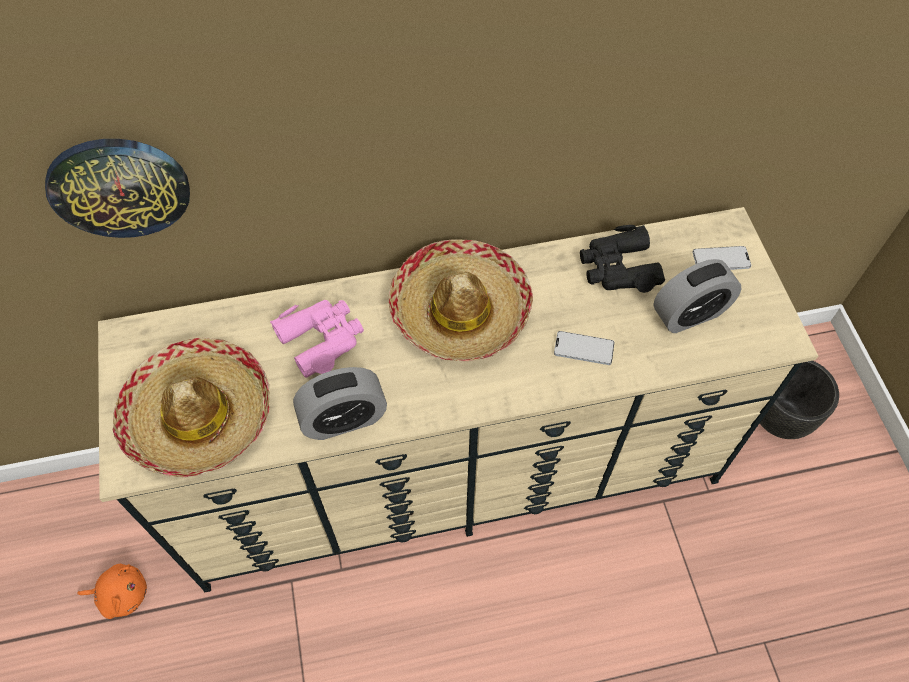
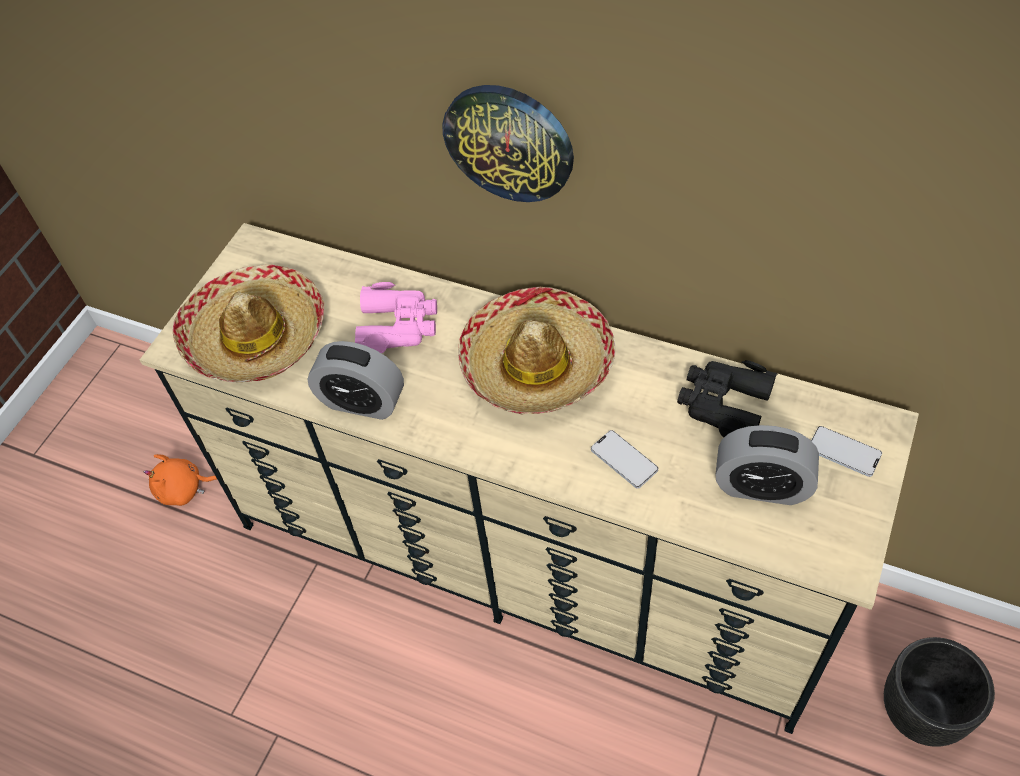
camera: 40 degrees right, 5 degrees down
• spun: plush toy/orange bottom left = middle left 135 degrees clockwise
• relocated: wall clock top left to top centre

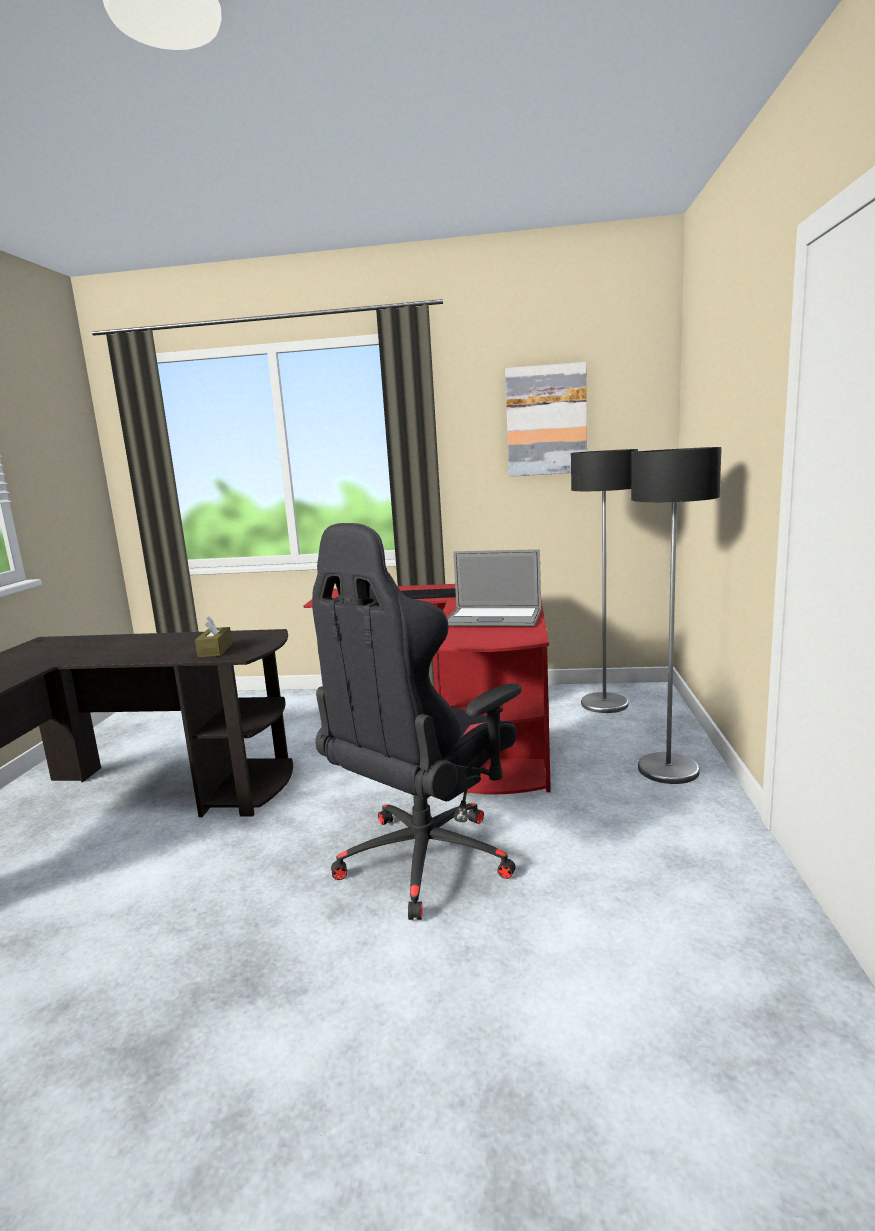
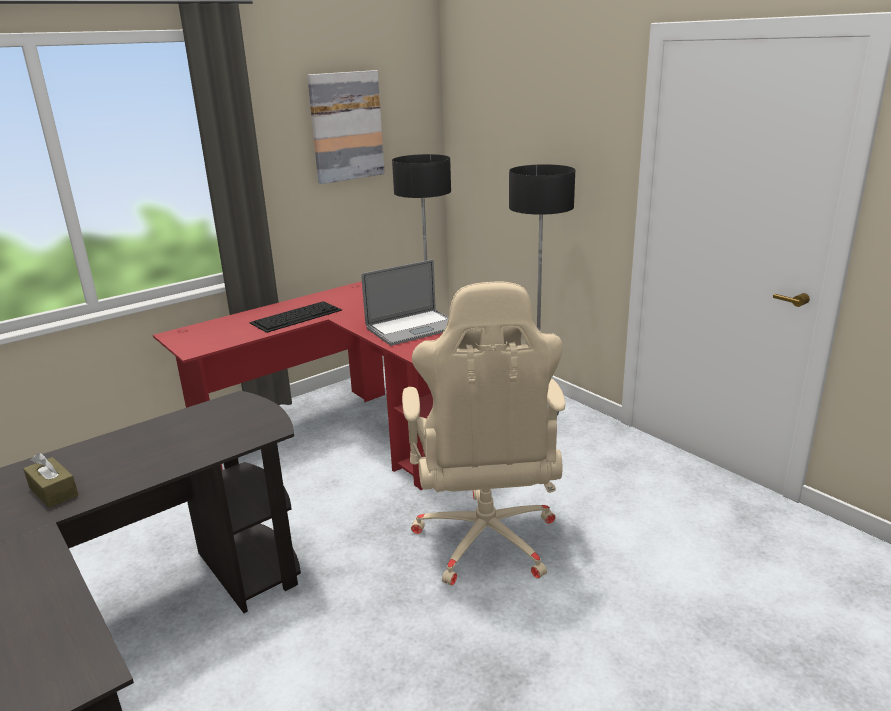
camera: 45 degrees left, 10 degrees up
• relocated: tissue box/brown middle left to bottom left
• colour: office chair/black centre to office chair/beige centre

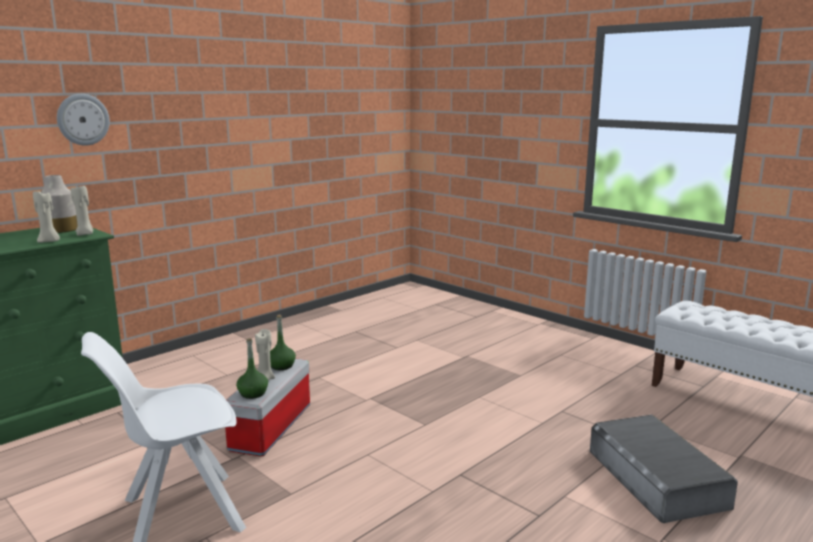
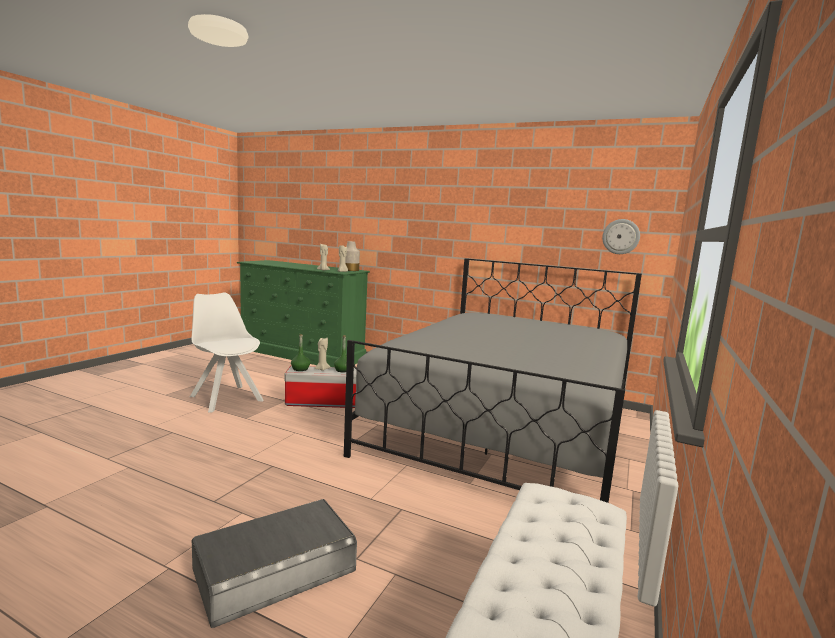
camera: 70 degrees right, 5 degrees down
• appeared: bed/grey centre
• relocated: wall clock top left to middle right

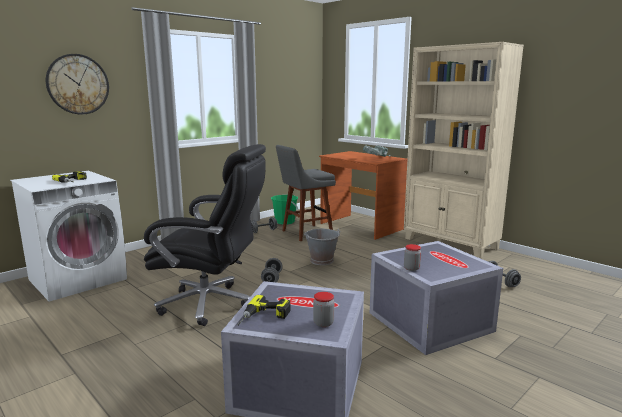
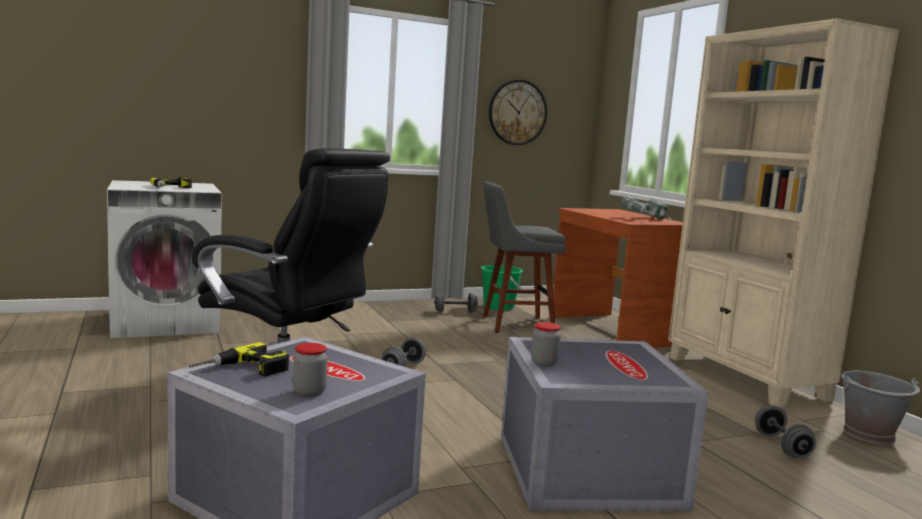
camera: 20 degrees right, 5 degrees down
• relocated: wall clock top left to top centre
• relocated: bucket/grey centre to bottom right

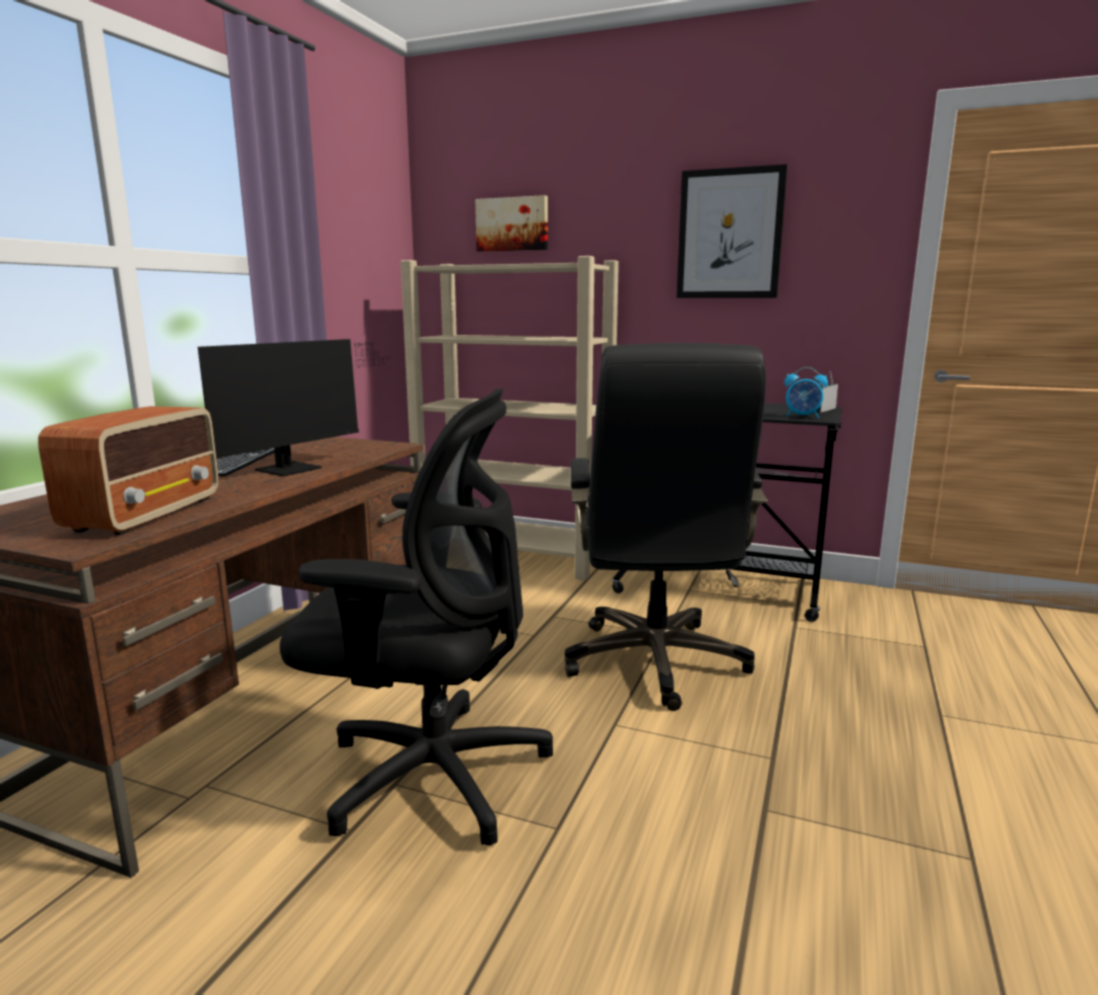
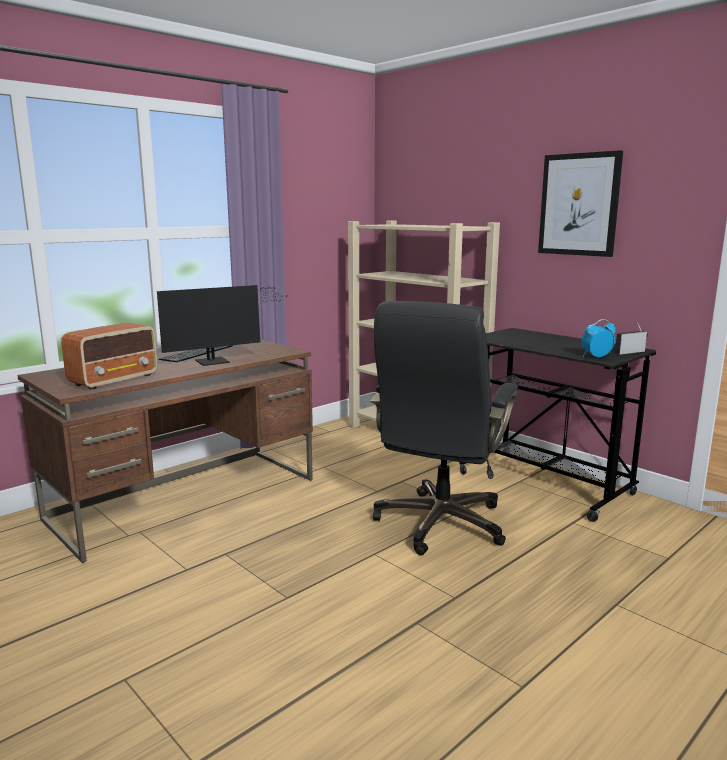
camera: 25 degrees right, 0 degrees up
• spun: alarm clock middle right = middle right 120 degrees clockwise
• missing: office chair/black (no. 1 from left) centre
• missing: picture (no. 1 from left) top centre

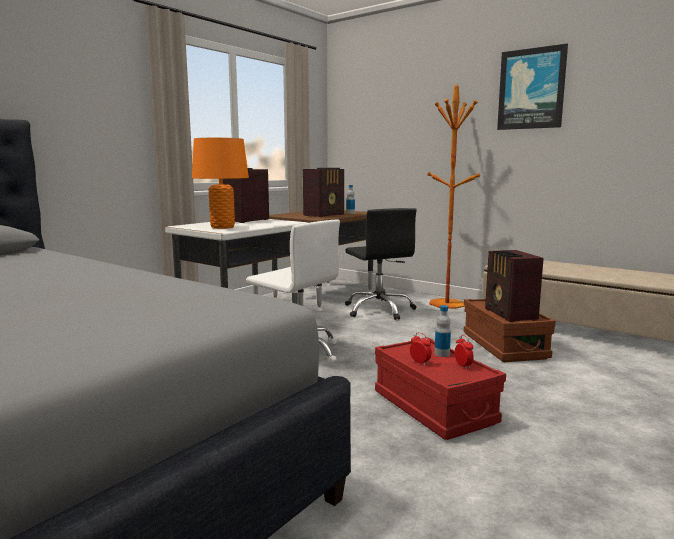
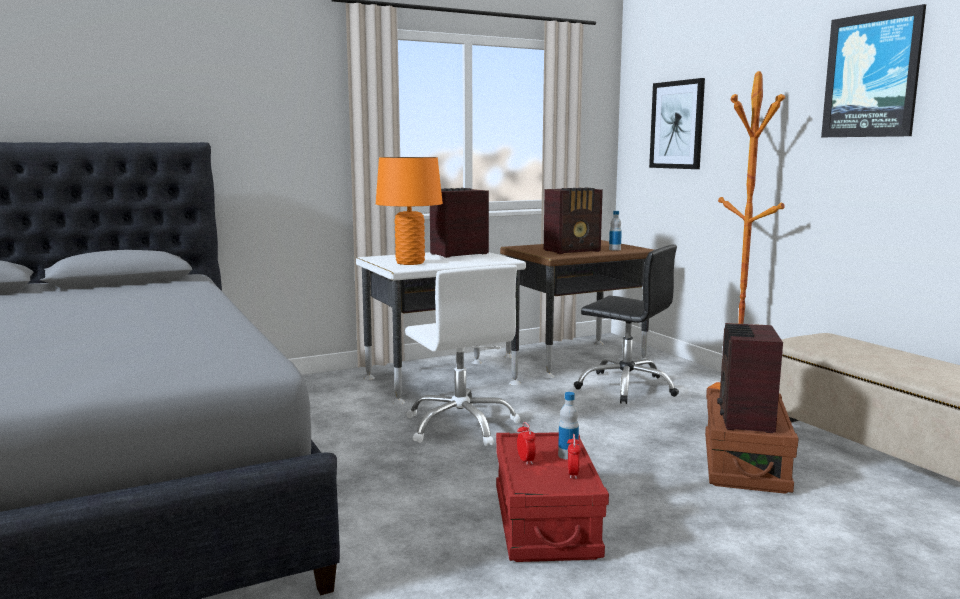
camera: 25 degrees right, 0 degrees up
• spun: office chair/black centre = centre 60 degrees counterclockwise
• appeared: picture (no. 1 from left) top right

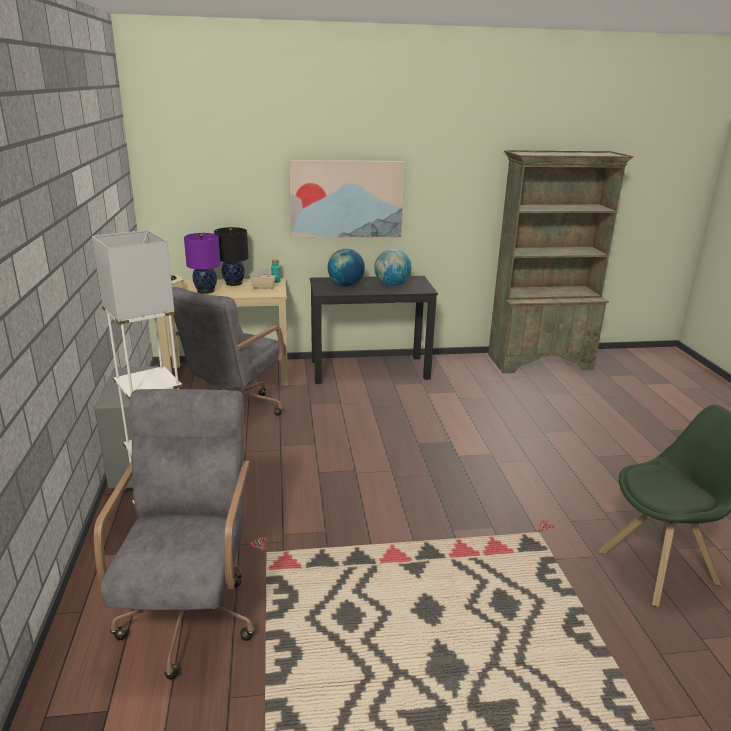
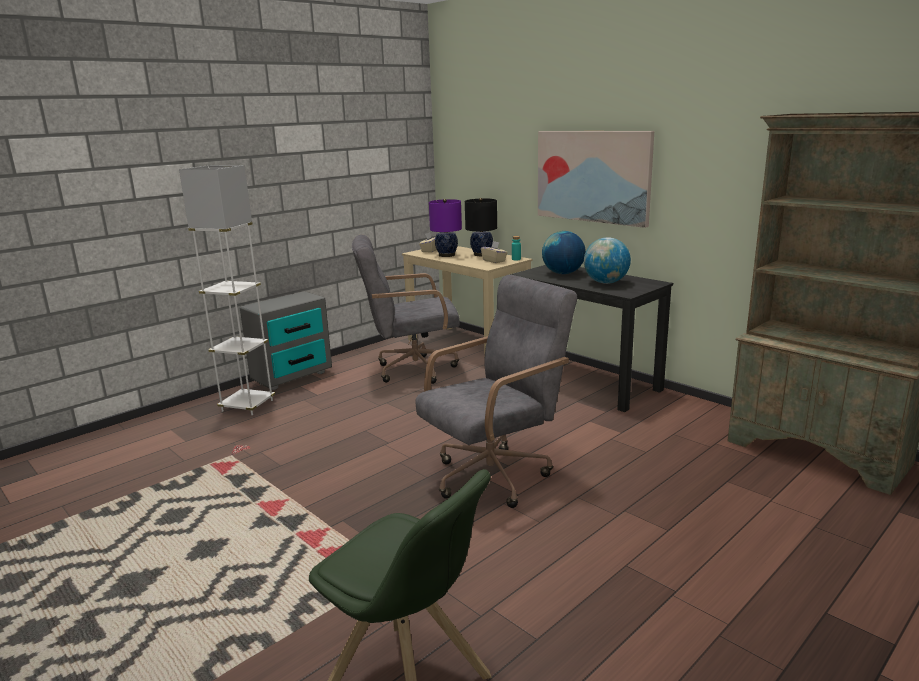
camera: 55 degrees right, 5 degrees down
• relocated: office chair/grey (no. 1 from left in the first image) bottom left to office chair/grey (no. 2 from left) centre

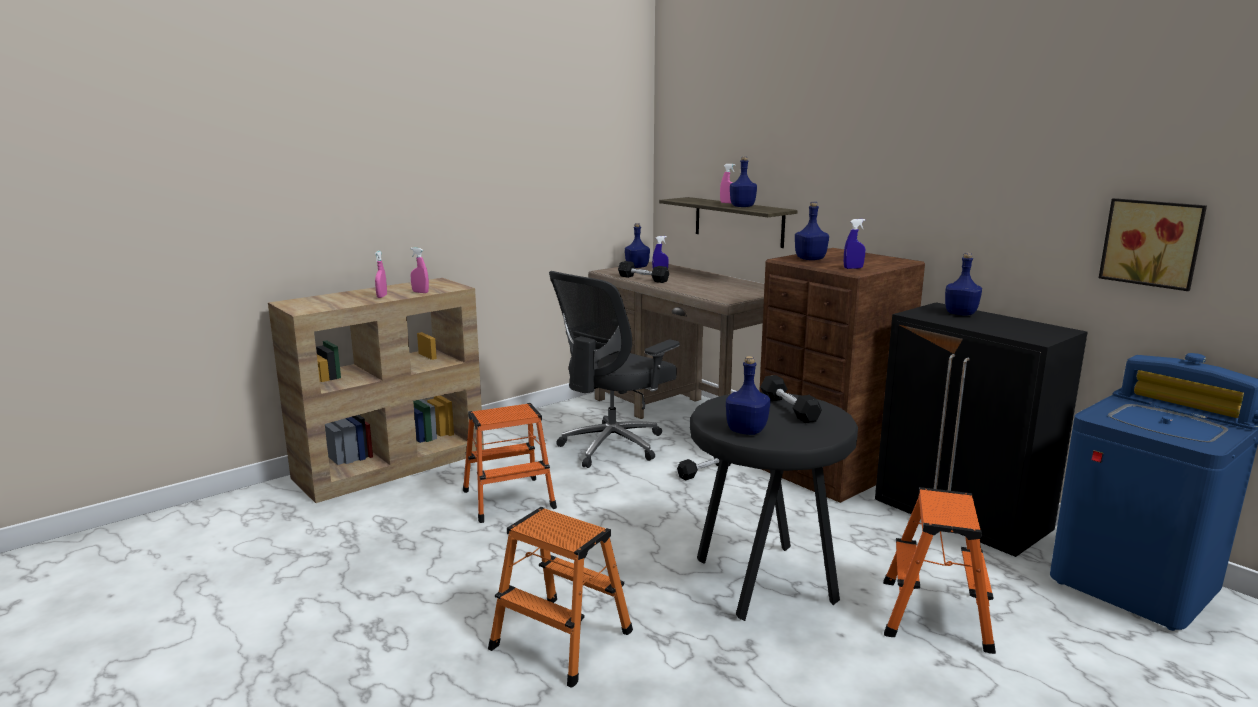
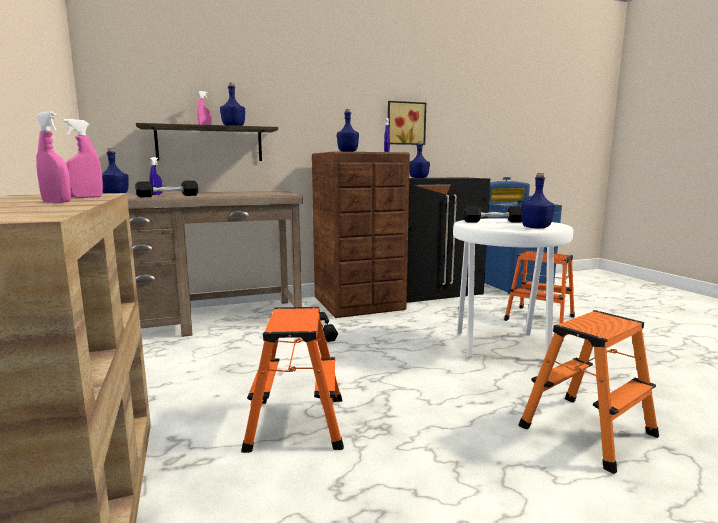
camera: 70 degrees left, 5 degrees down
• relocated: picture middle right to top centre
• colour: stool/black bottom centre to stool/white middle right
• missing: office chair centre

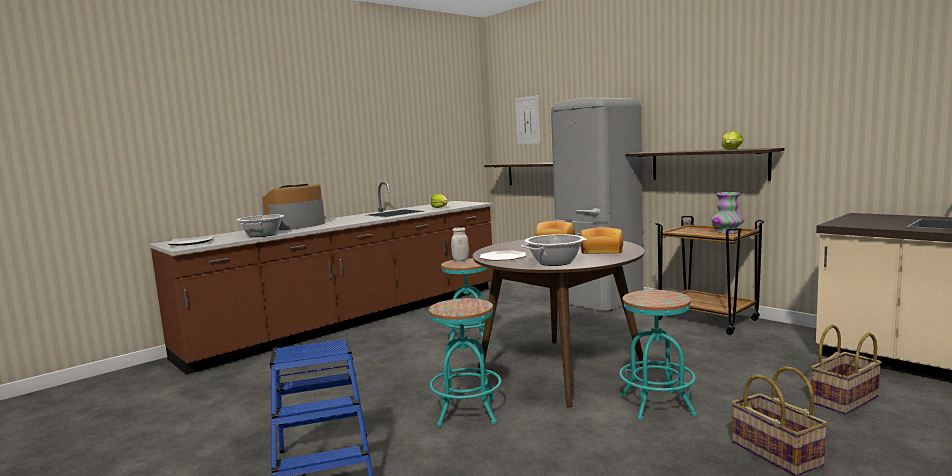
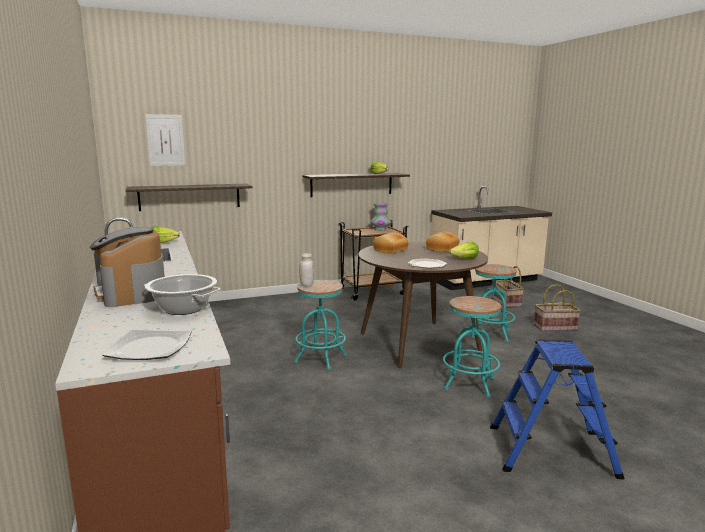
camera: 70 degrees left, 5 degrees up
• exchanged: cooking pot (no. 2 from left) centre to lettuce (no. 3 from left) centre
• missing: fridge/grey centre

